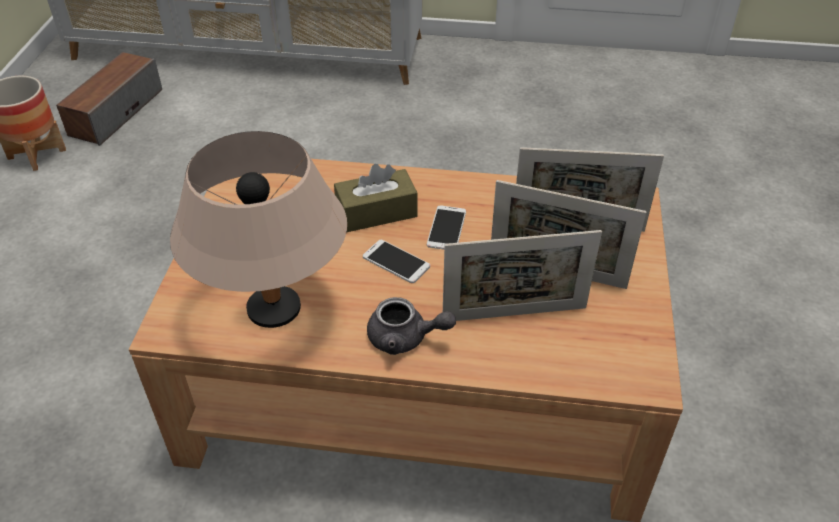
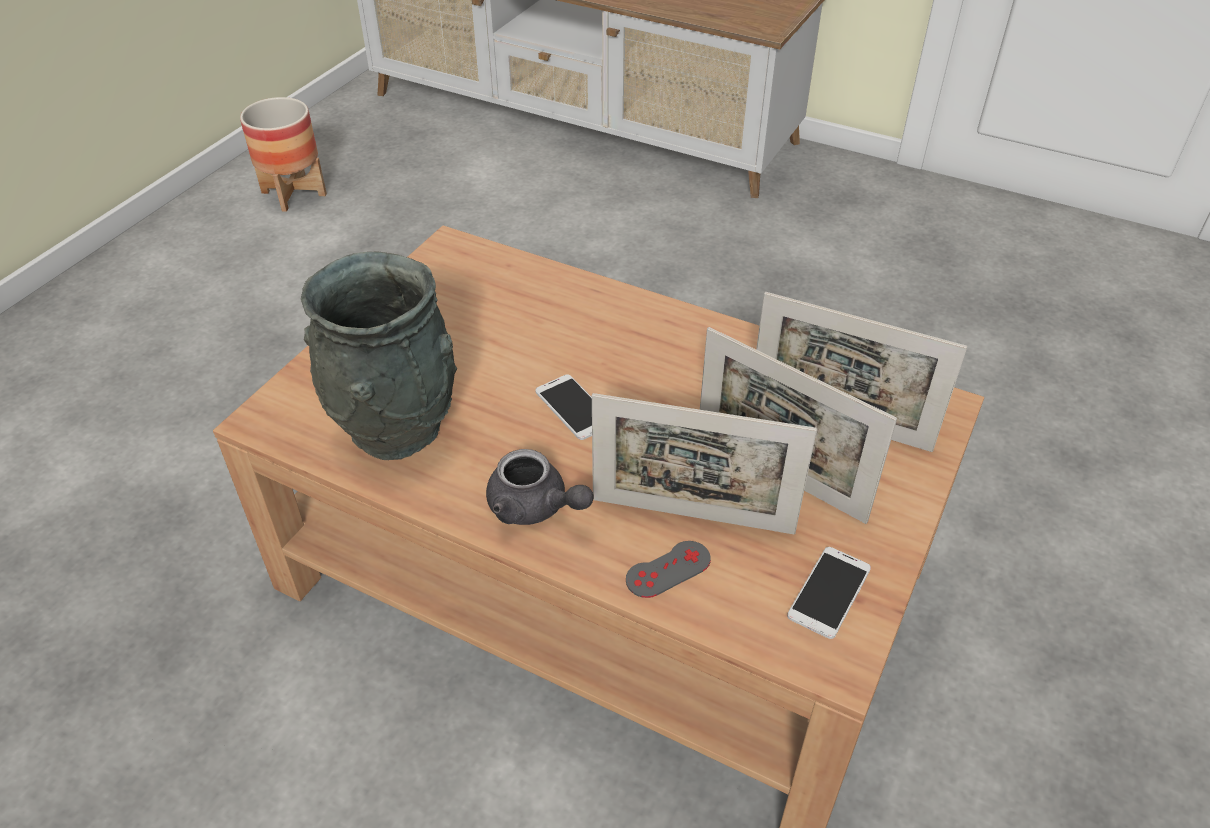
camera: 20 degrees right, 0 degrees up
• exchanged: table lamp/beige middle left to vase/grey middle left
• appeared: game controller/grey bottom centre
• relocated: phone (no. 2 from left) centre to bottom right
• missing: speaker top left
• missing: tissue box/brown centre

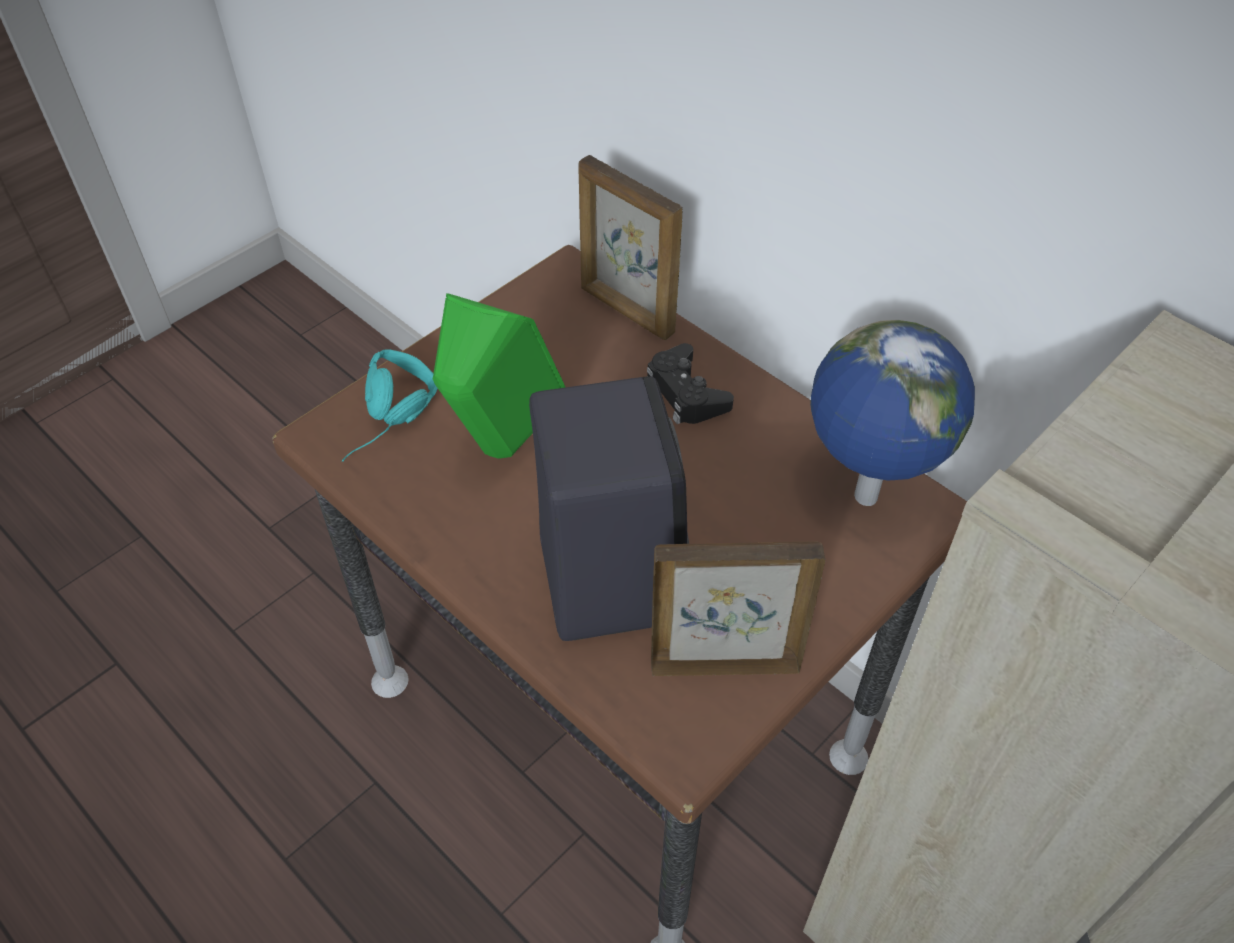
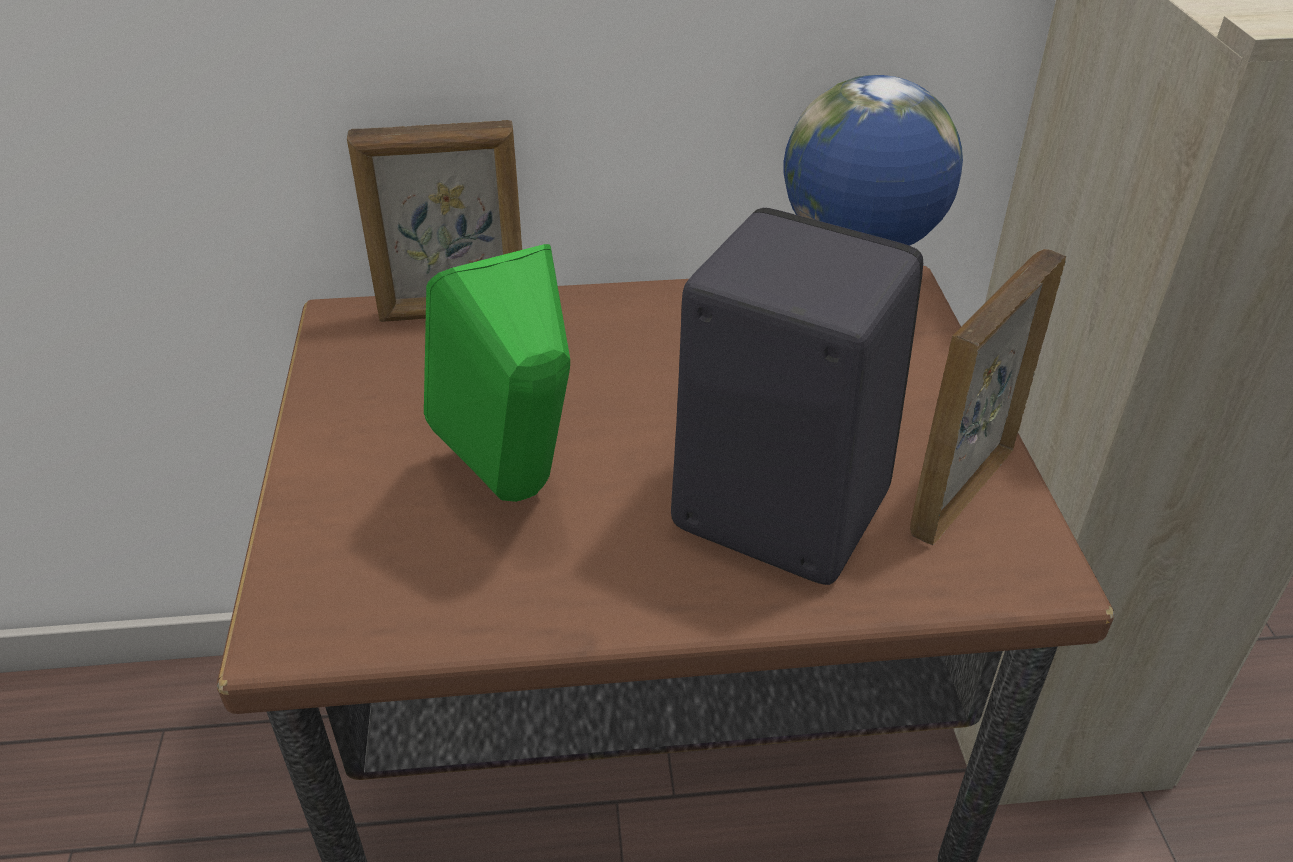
camera: 50 degrees left, 10 degrees down
• missing: headphones/turquoise middle left
• missing: game controller/black centre

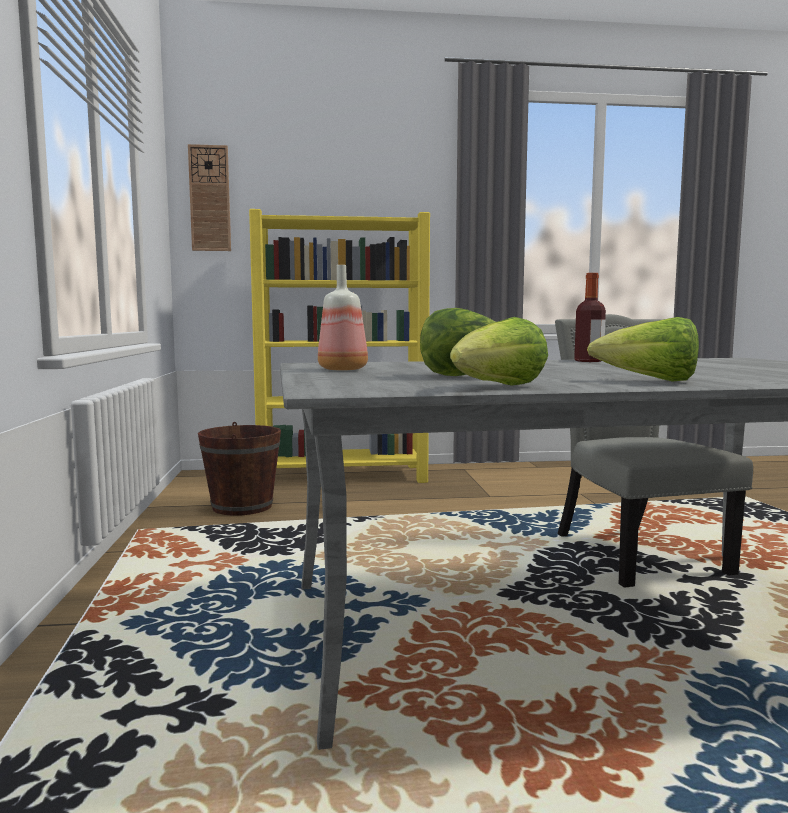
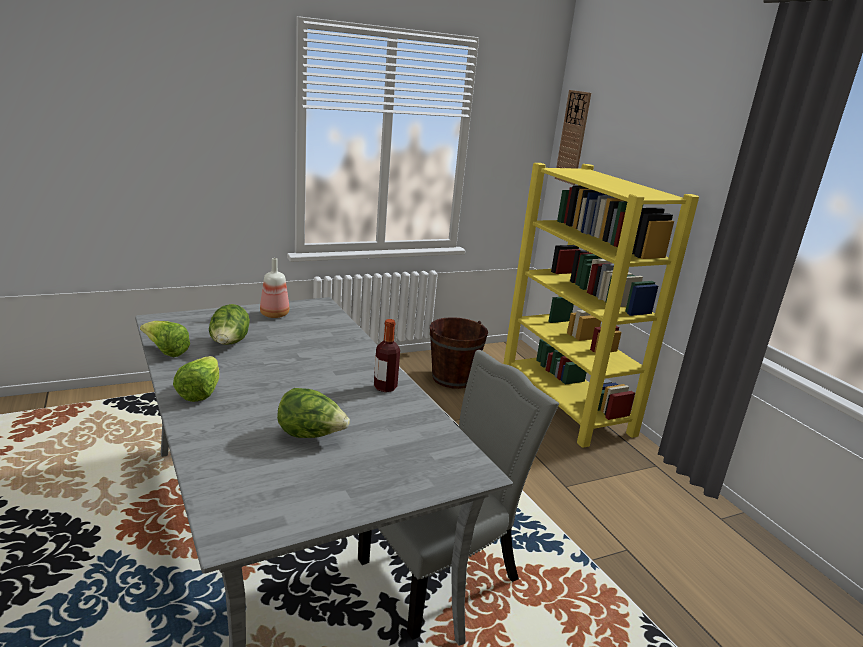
camera: 70 degrees right, 15 degrees up
• appeared: lettuce (no. 4 from left) centre

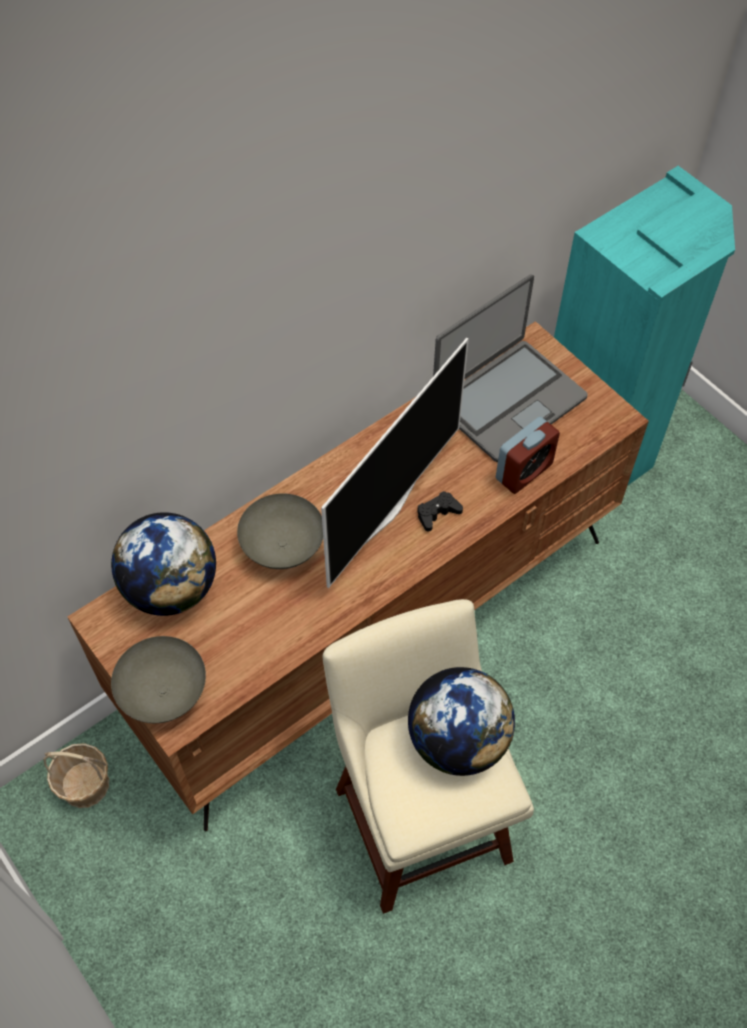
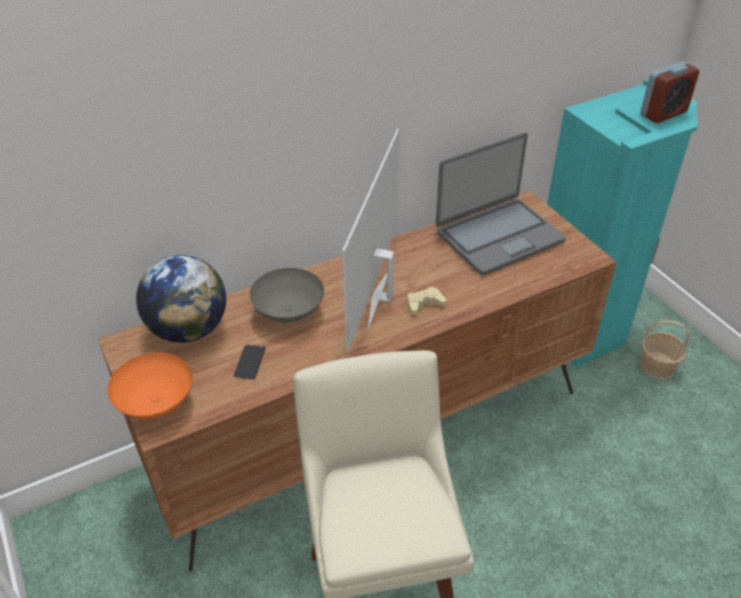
camera: 10 degrees right, 15 degrees down
• colour: bowl/grey (no. 1 from left) middle left to bowl/orange middle left
• appeared: phone centre
• spun: television centre = centre 150 degrees clockwise
• colour: game controller/black centre to game controller/beige centre
• relocated: alarm clock middle right to top right
• relocated: basket bottom left to middle right
• missing: globe (no. 2 from left) bottom centre

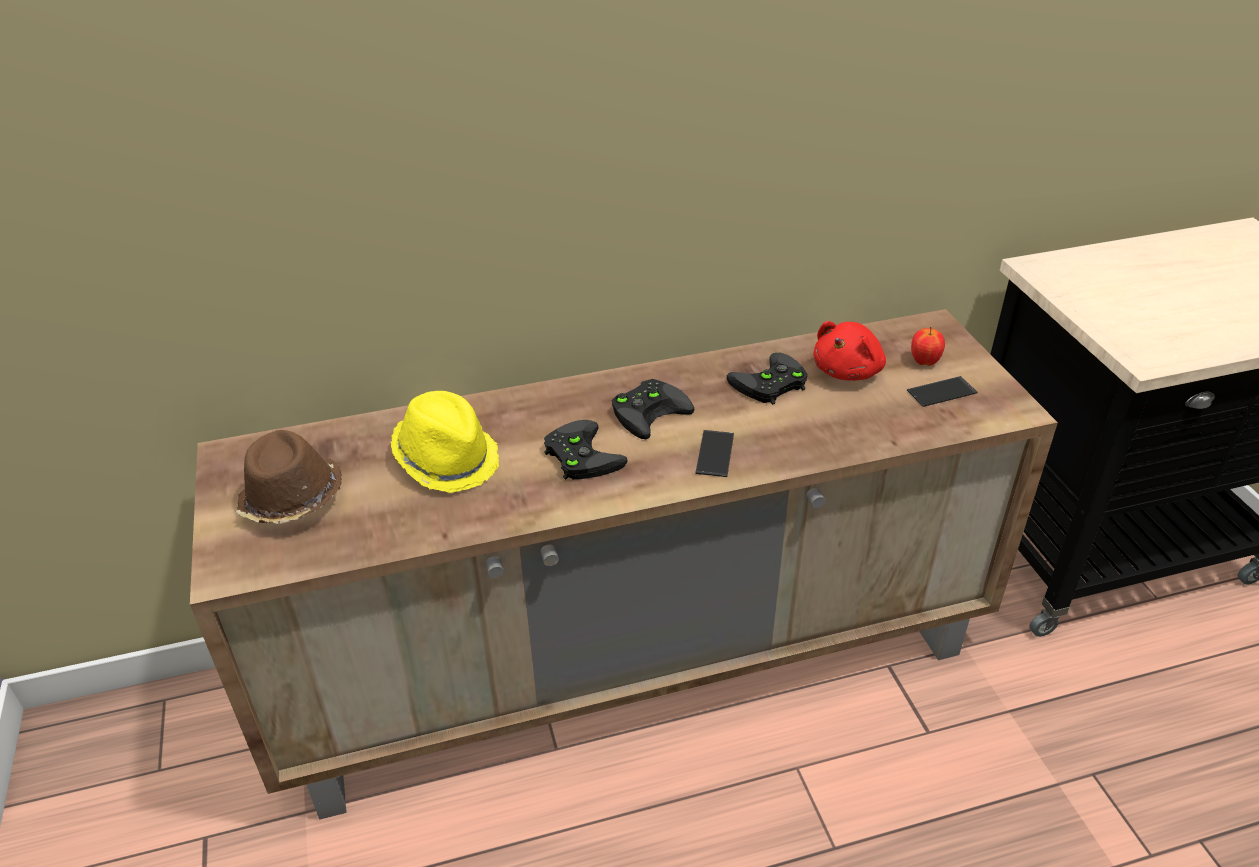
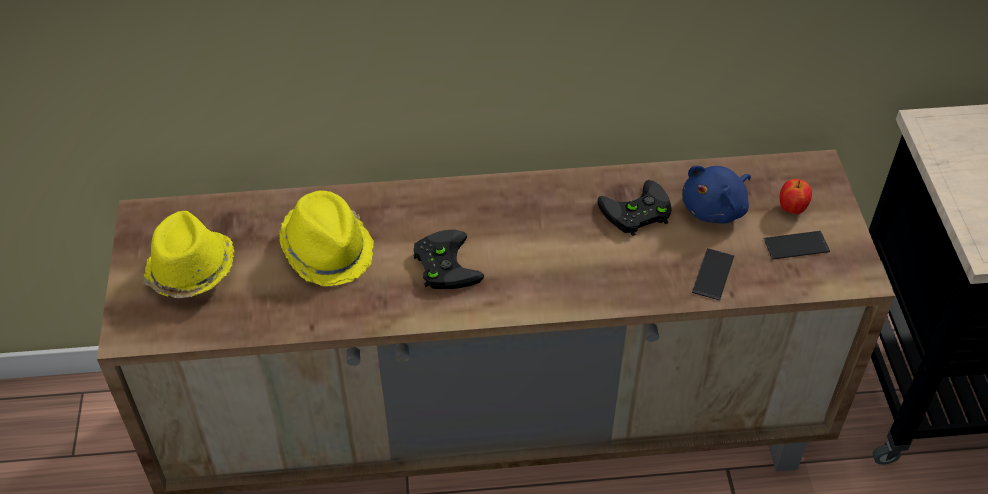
camera: 10 degrees right, 10 degrees up
• colour: hat/brown middle left to hat/yellow (no. 1 from left) middle left
• colour: plush toy/red middle right to plush toy/blue middle right
• relocated: phone (no. 1 from left) centre to middle right
• missing: game controller/black (no. 2 from left) centre

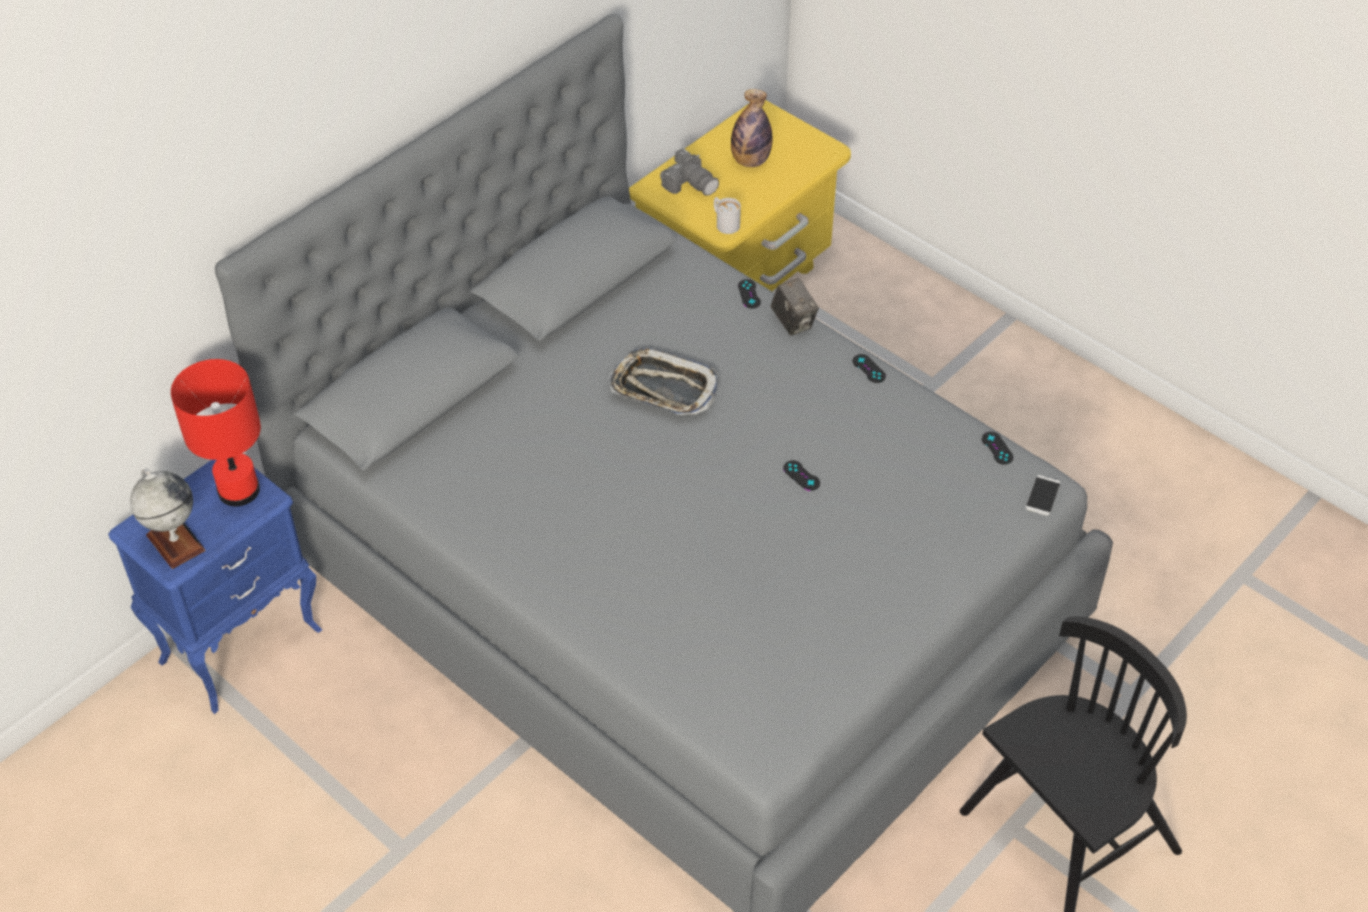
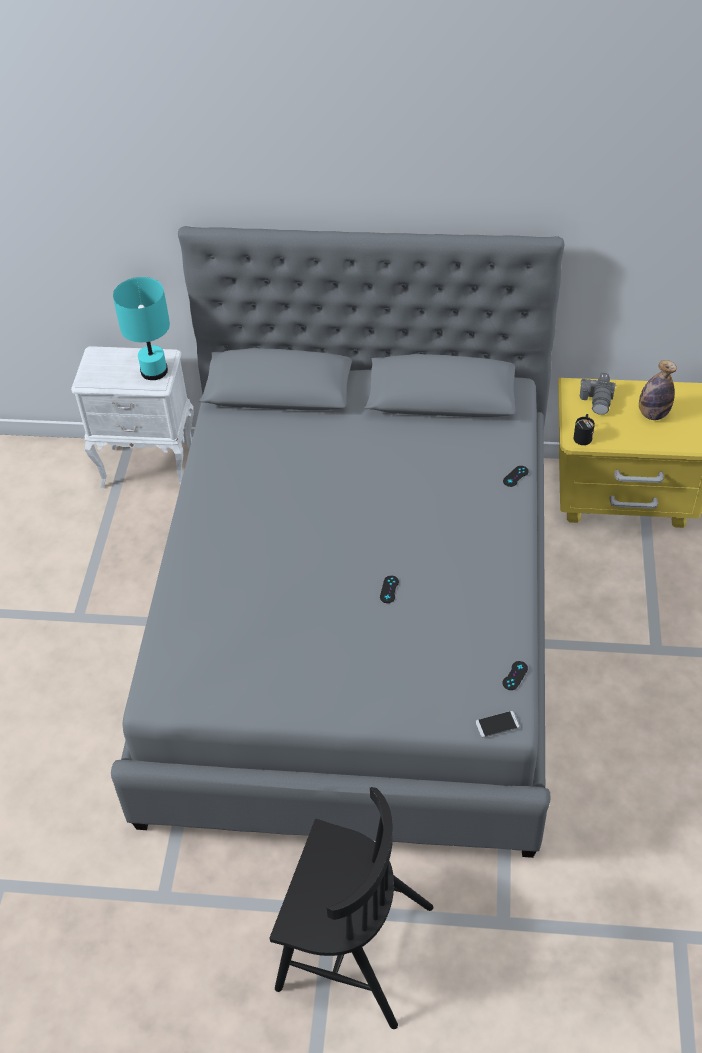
camera: 55 degrees right, 0 degrees up
• colour: nightstand/blue middle left to nightstand/white middle left
• colour: table lamp/red middle left to table lamp/turquoise top left
• colour: mug/white top centre to mug/black middle right
• missing: globe middle left
• missing: tray centre
• missing: photo camera (no. 2 from left) centre
• missing: game controller/black (no. 3 from left) centre

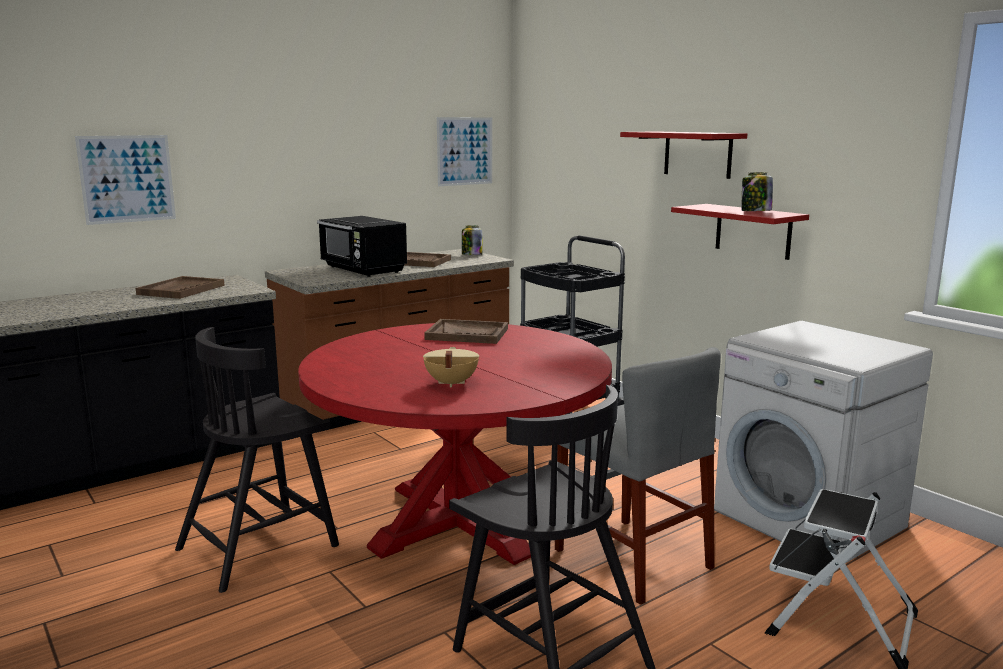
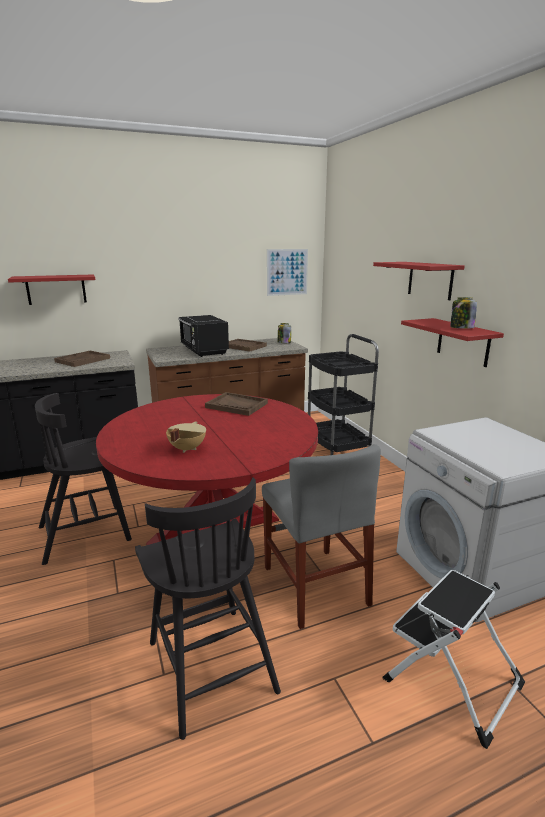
camera: 15 degrees right, 5 degrees up
• exchanged: picture (no. 1 from left) top left to shelf/red (no. 1 from left) middle left

